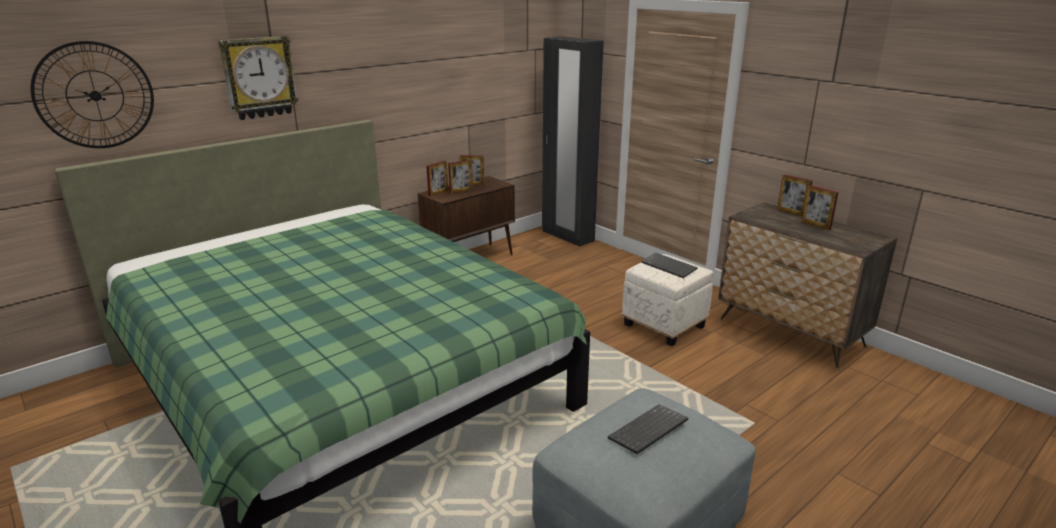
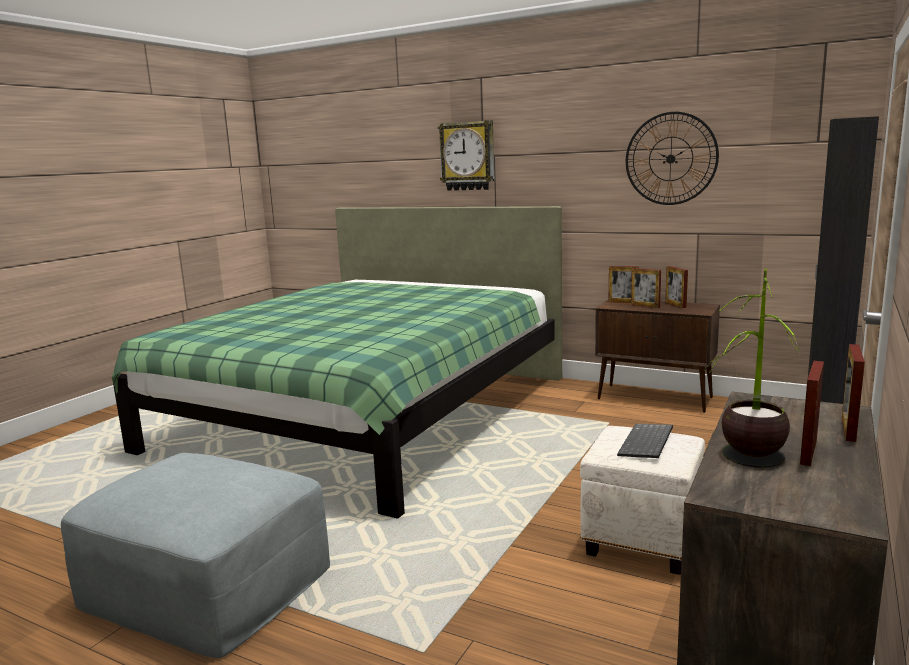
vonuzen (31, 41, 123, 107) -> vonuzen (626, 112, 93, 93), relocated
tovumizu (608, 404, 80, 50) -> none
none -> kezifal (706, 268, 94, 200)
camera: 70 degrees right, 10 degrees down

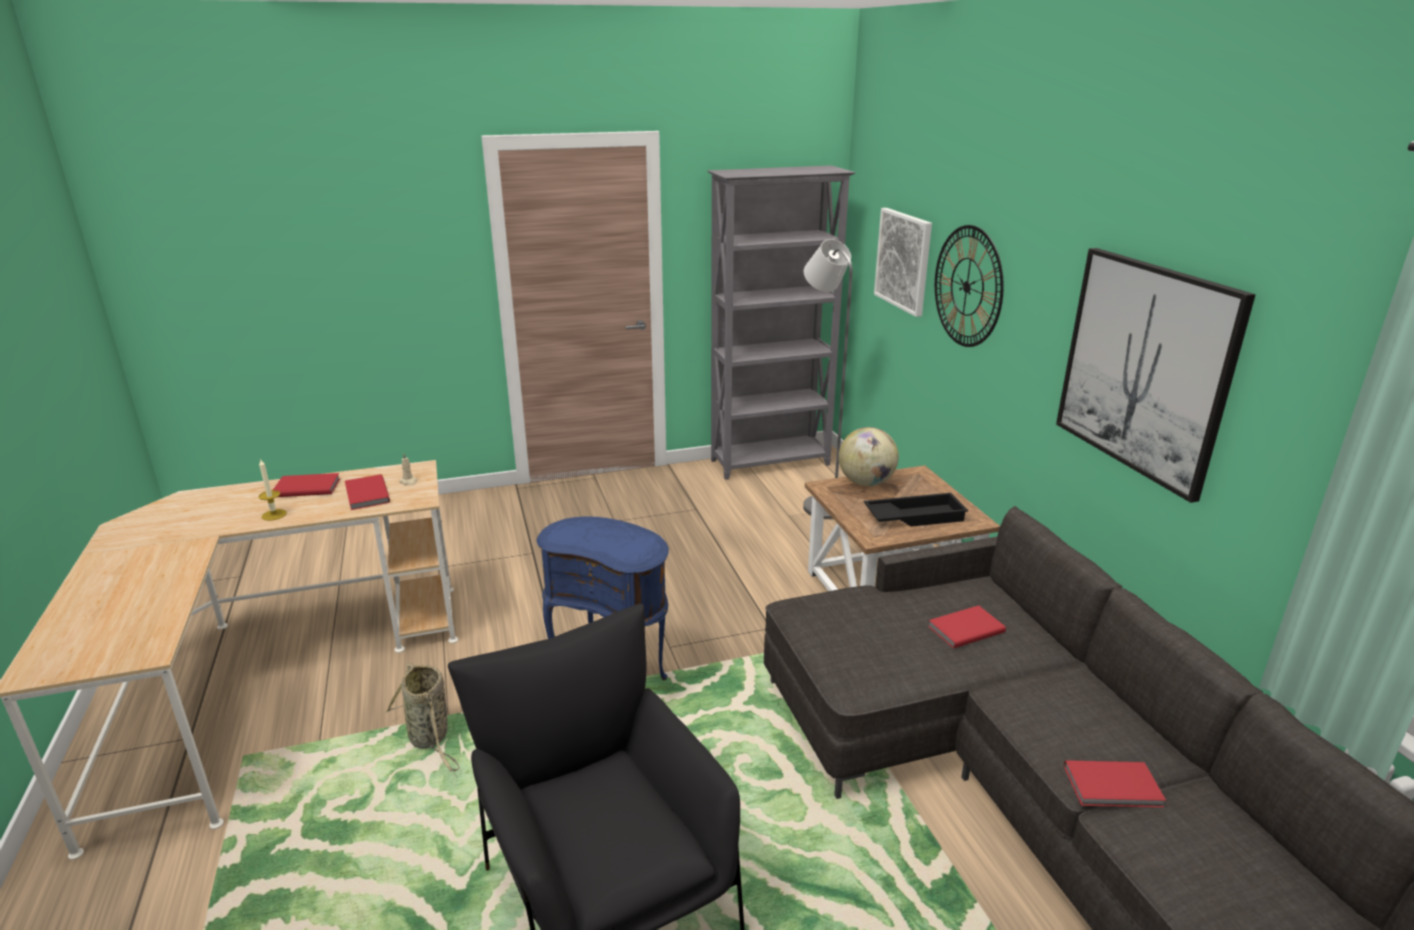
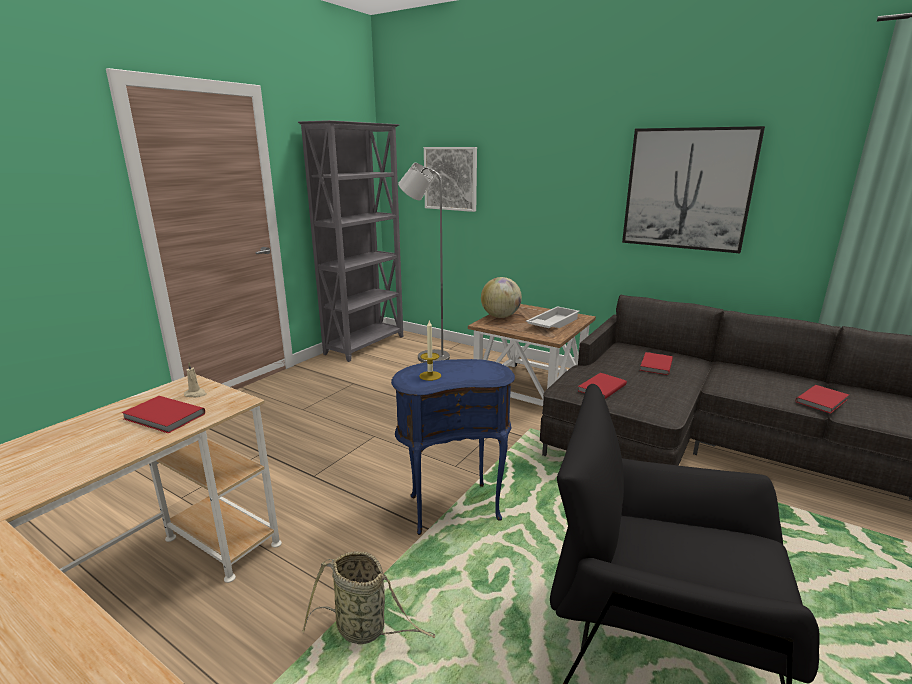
vonuzen (935, 225, 69, 122) -> none
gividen (259, 460, 28, 61) -> gividen (419, 321, 22, 60), relocated
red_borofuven (273, 473, 67, 24) -> red_borofuven (578, 373, 49, 26), relocated
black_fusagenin (864, 493, 104, 34) -> white_fusagenin (526, 306, 54, 22)
camera: 40 degrees left, 5 degrees down

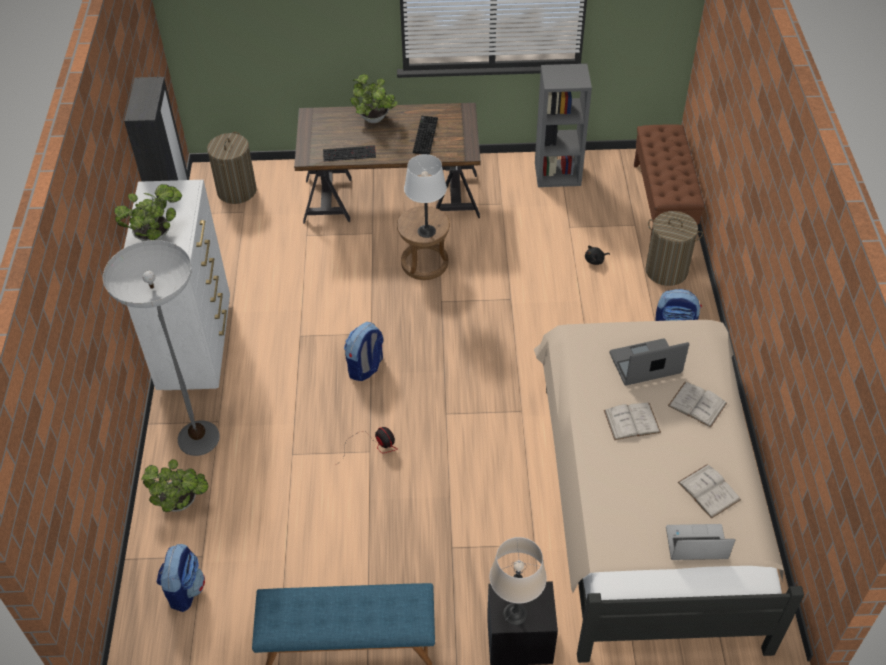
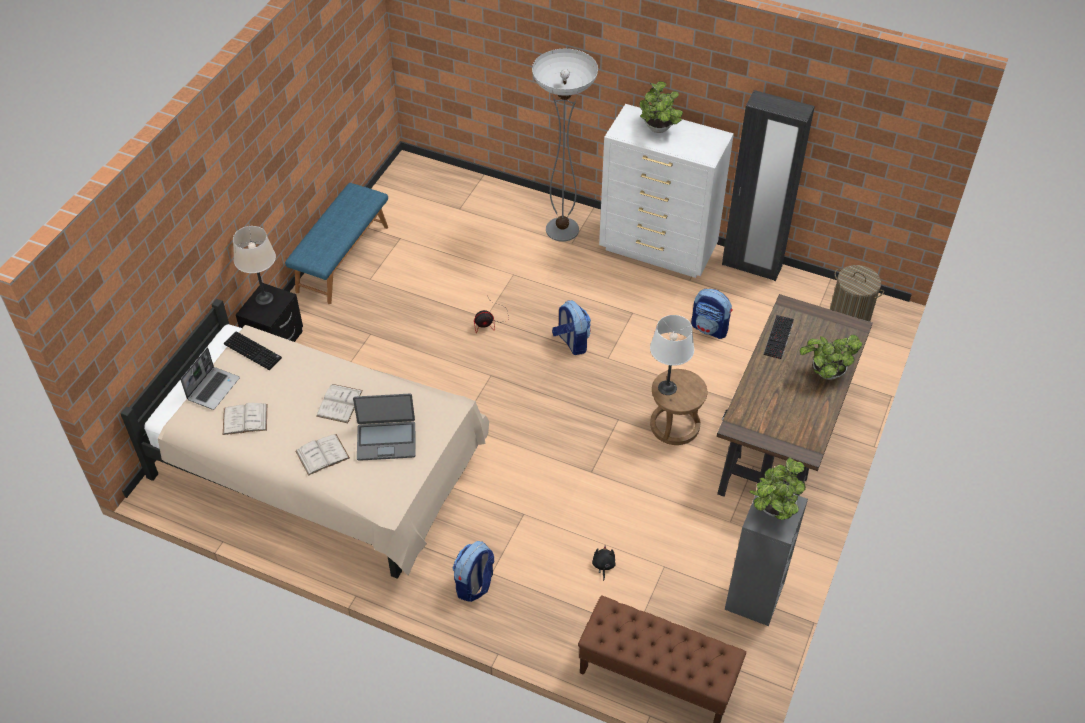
tovumizu (413, 116, 25, 39) -> tovumizu (224, 331, 58, 39), relocated
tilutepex (645, 211, 58, 75) -> none
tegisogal (609, 339, 80, 46) -> tegisogal (353, 394, 63, 67), 75 degrees clockwise
kezifal (141, 459, 67, 53) -> kezifal (749, 457, 57, 63), relocated
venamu (156, 544, 49, 68) -> venamu (691, 289, 42, 50), relocated
camera: 115 degrees right, 0 degrees up

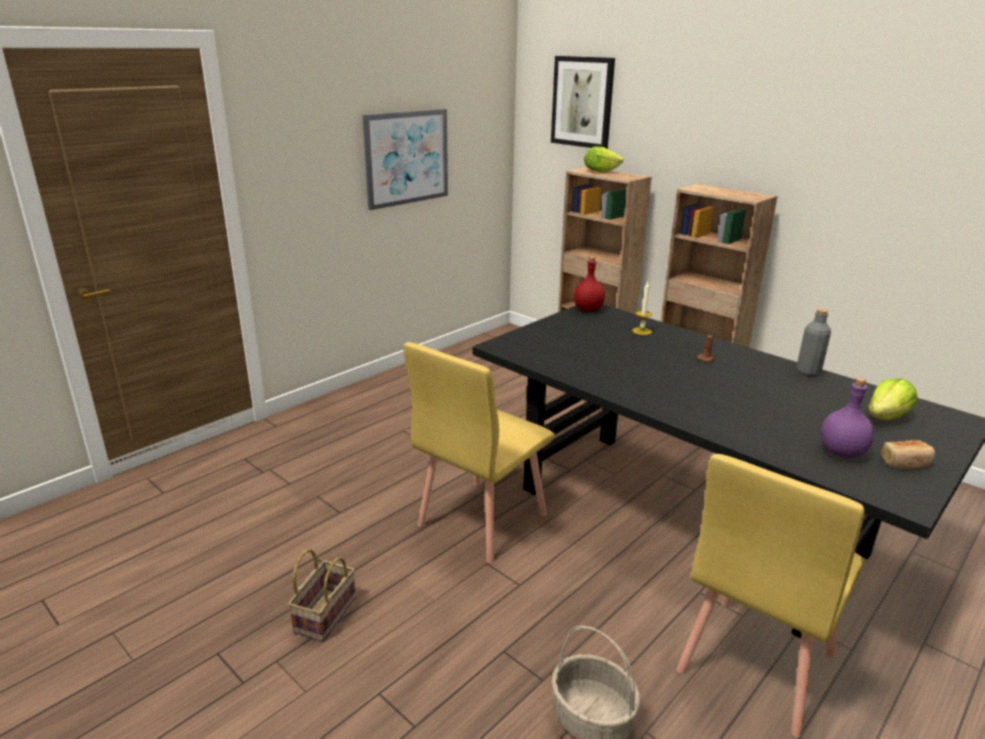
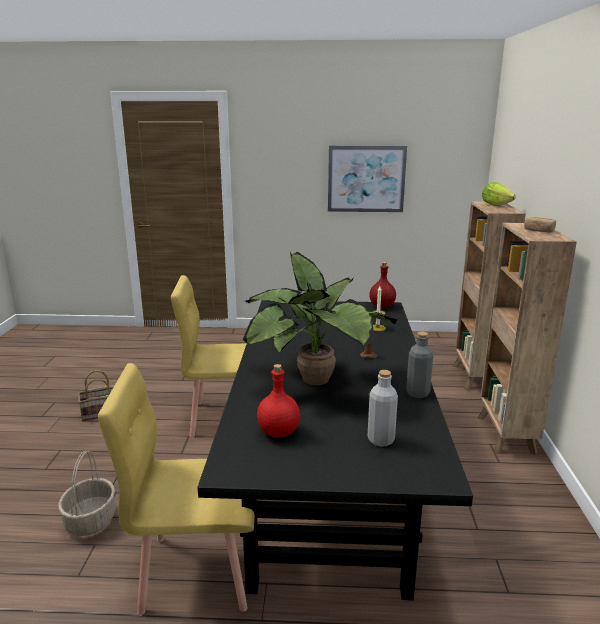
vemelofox (551, 56, 64, 93) -> none
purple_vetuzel (821, 378, 53, 80) -> red_vetuzel (257, 364, 43, 74)
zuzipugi (869, 378, 48, 42) -> grey_vetuzel (368, 370, 30, 77)
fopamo (881, 440, 54, 29) -> fopamo (524, 217, 32, 16), relocated
none -> kezifal (243, 251, 154, 134)
camera: 50 degrees right, 5 degrees down

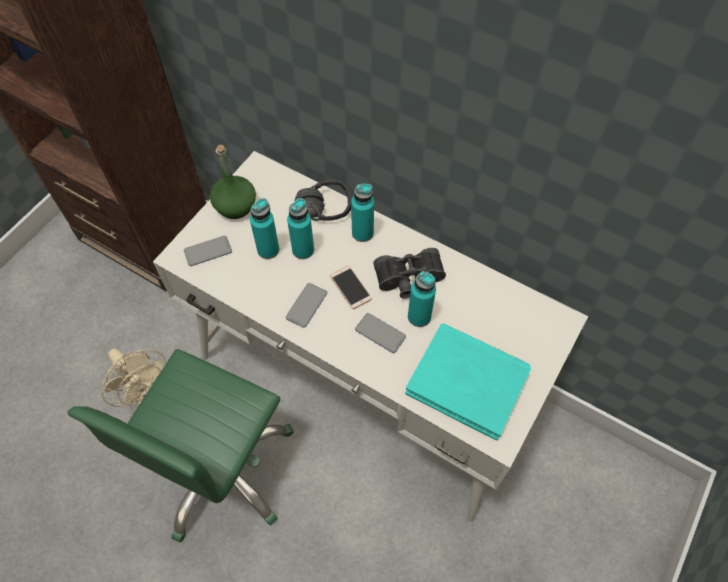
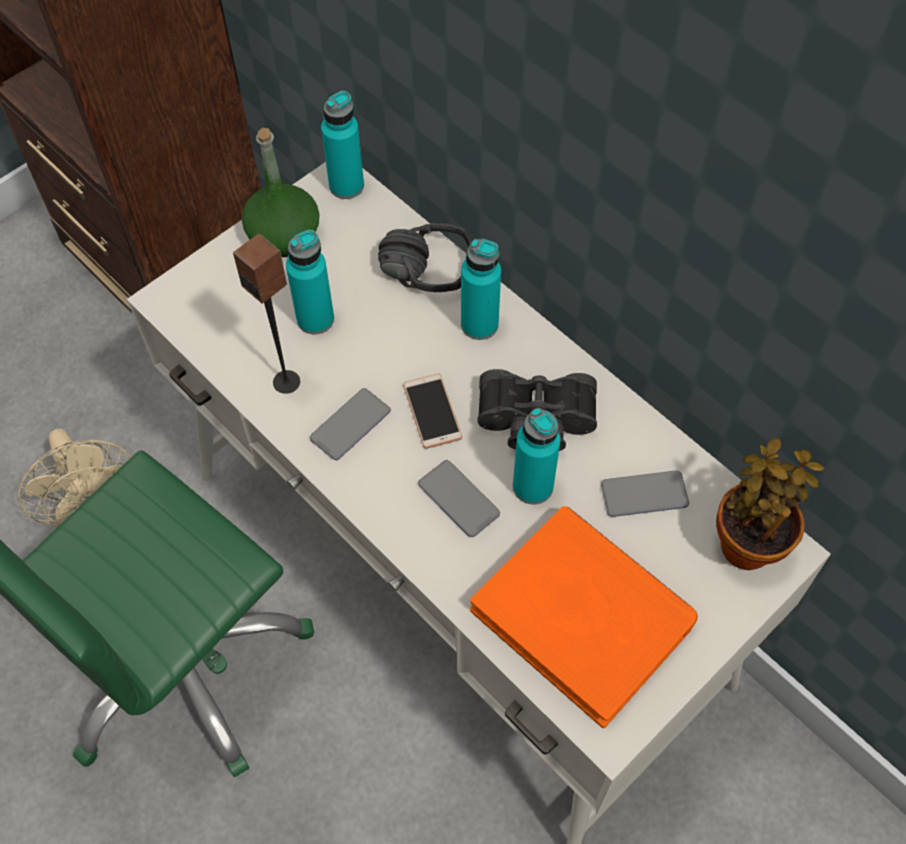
turquoise_vetuzel (287, 198, 27, 61) -> turquoise_vetuzel (321, 91, 43, 108), relocated
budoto (184, 236, 48, 30) -> budoto (601, 470, 89, 47), relocated
turquoise_borofuven (405, 323, 126, 117) -> orange_borofuven (470, 506, 228, 222)
none -> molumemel (233, 233, 67, 161)
none -> kezifal (716, 438, 108, 132)
camera: 15 degrees right, 0 degrees up

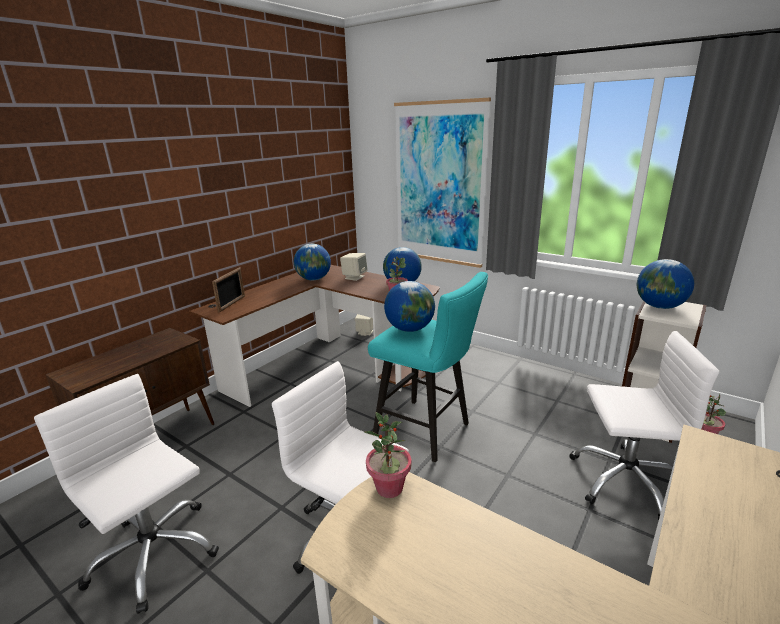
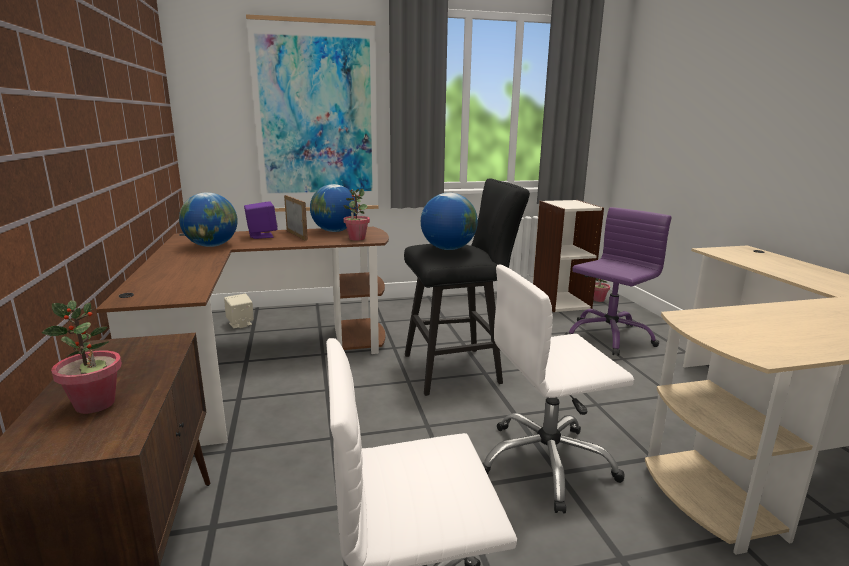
beige_molumemel (340, 253, 28, 28) -> purple_molumemel (244, 201, 34, 38)
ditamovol (637, 259, 57, 50) -> none
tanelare (212, 268, 33, 45) -> tanelare (284, 195, 24, 46), relocated
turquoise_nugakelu (368, 272, 120, 190) -> black_nugakelu (404, 179, 126, 217)
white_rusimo (570, 331, 150, 189) -> purple_rusimo (565, 207, 107, 149)
kezifal (364, 412, 48, 86) -> kezifal (41, 300, 81, 114), relocated
camera: 50 degrees left, 5 degrees down

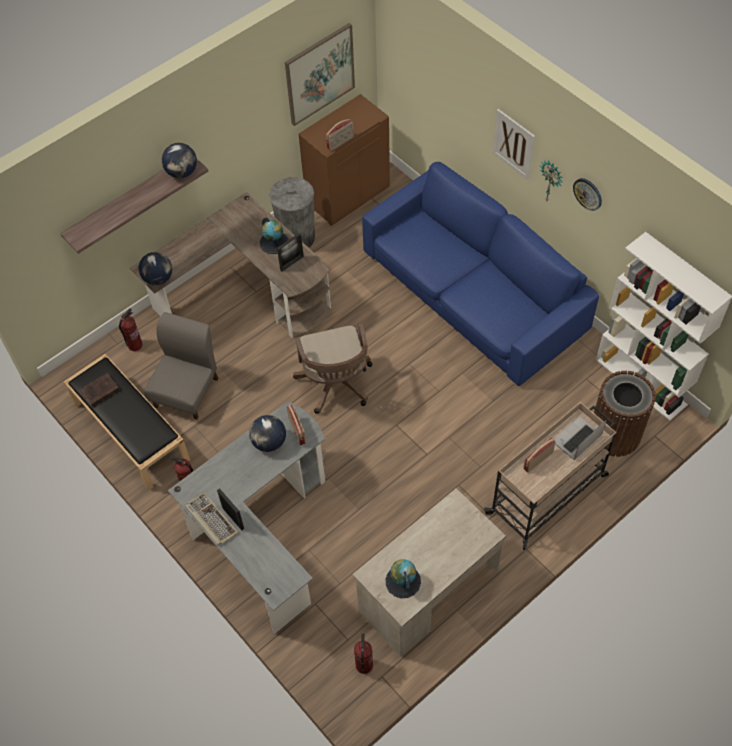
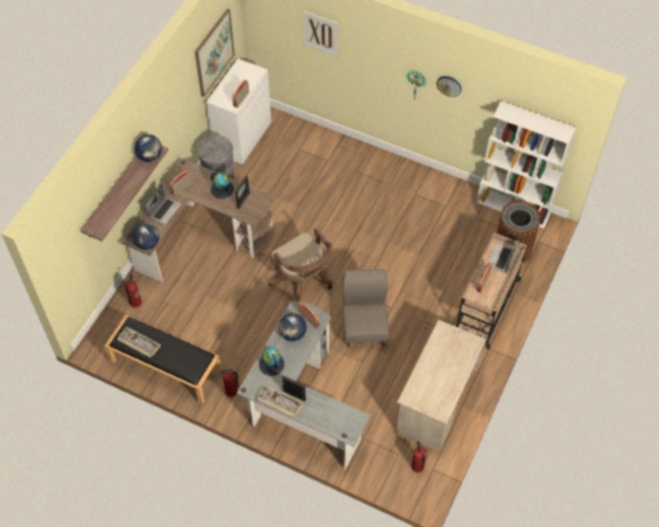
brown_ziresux (299, 94, 91, 132) -> white_ziresux (206, 59, 65, 106)
vemelofox (493, 109, 42, 71) -> vemelofox (303, 11, 35, 45), relocated
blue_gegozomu (362, 162, 237, 224) -> none
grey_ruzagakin (144, 312, 74, 108) -> grey_ruzagakin (343, 269, 46, 78), relocated
brown_borofuven (80, 373, 40, 33) -> tovumizu (117, 327, 44, 31)
ditamovol (385, 559, 36, 39) -> ditamovol (259, 347, 25, 29), relocated
none -> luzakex (169, 170, 24, 26)
none -> tegisogal (145, 184, 36, 41)
camera: 25 degrees left, 0 degrees up

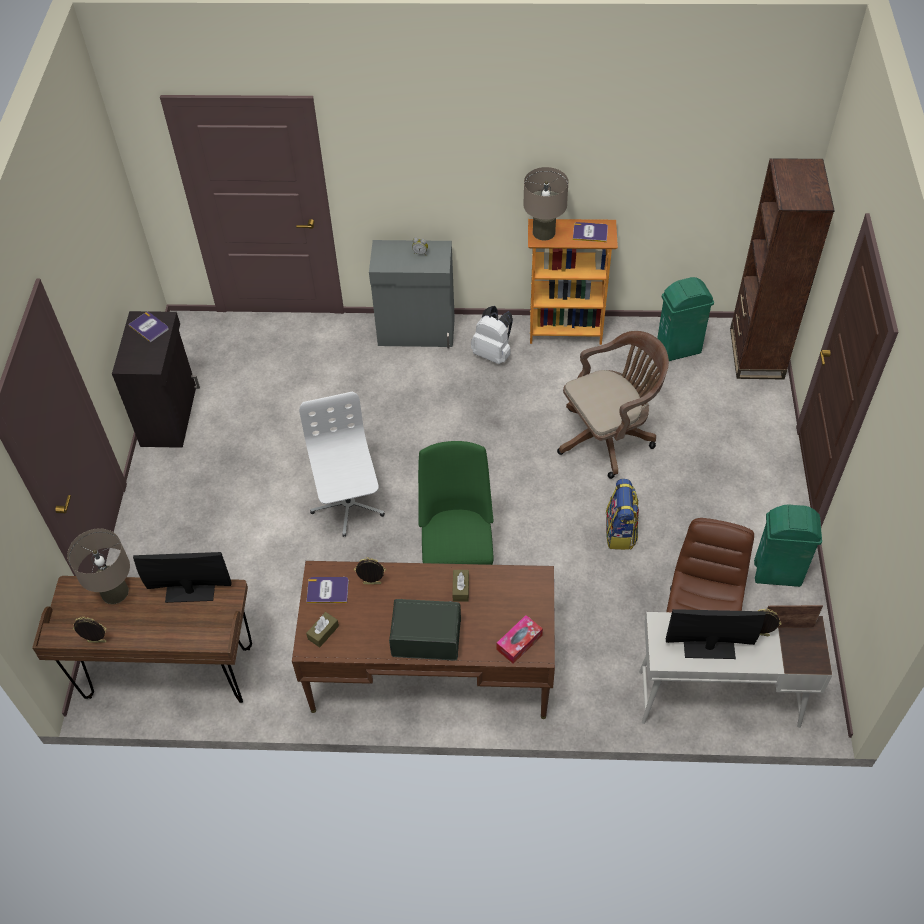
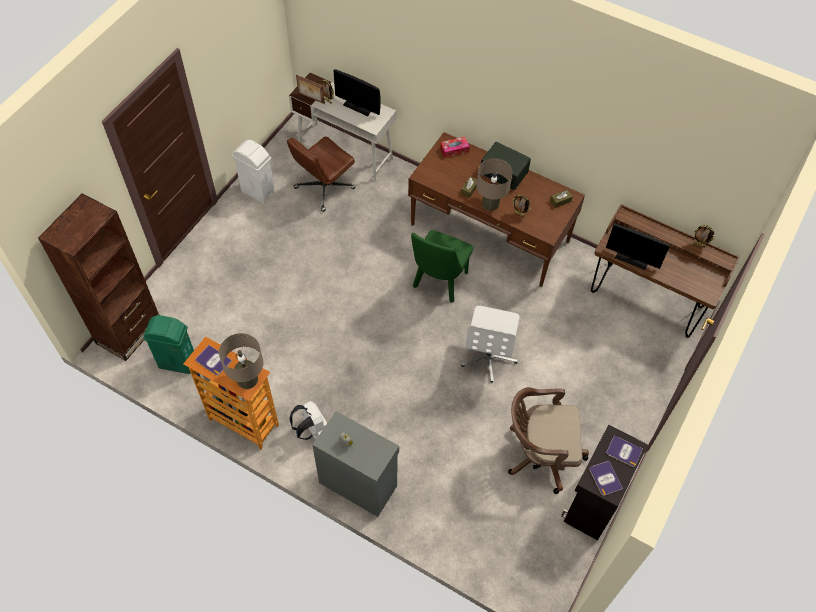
brown_rusimo (557, 331, 112, 148) -> brown_rusimo (508, 387, 81, 107), relocated
venamu (606, 479, 33, 71) -> none
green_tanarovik (754, 504, 68, 83) -> white_tanarovik (232, 140, 43, 64)
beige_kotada (67, 528, 63, 76) -> beige_kotada (476, 158, 37, 53), relocated
borofuven (307, 577, 42, 26) -> borofuven (606, 435, 37, 32), relocated
camera: 155 degrees left, 5 degrees up

